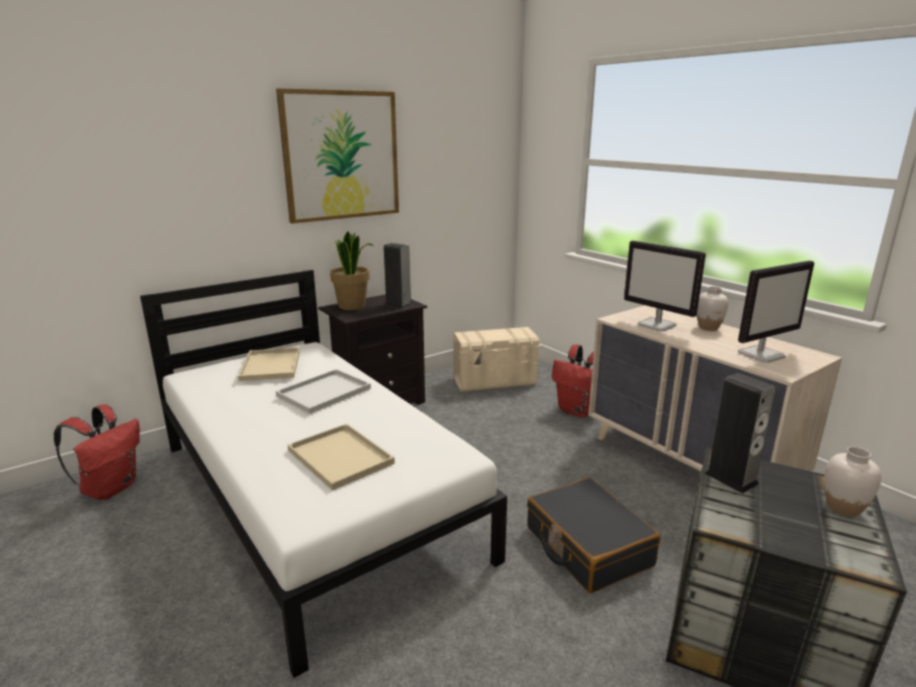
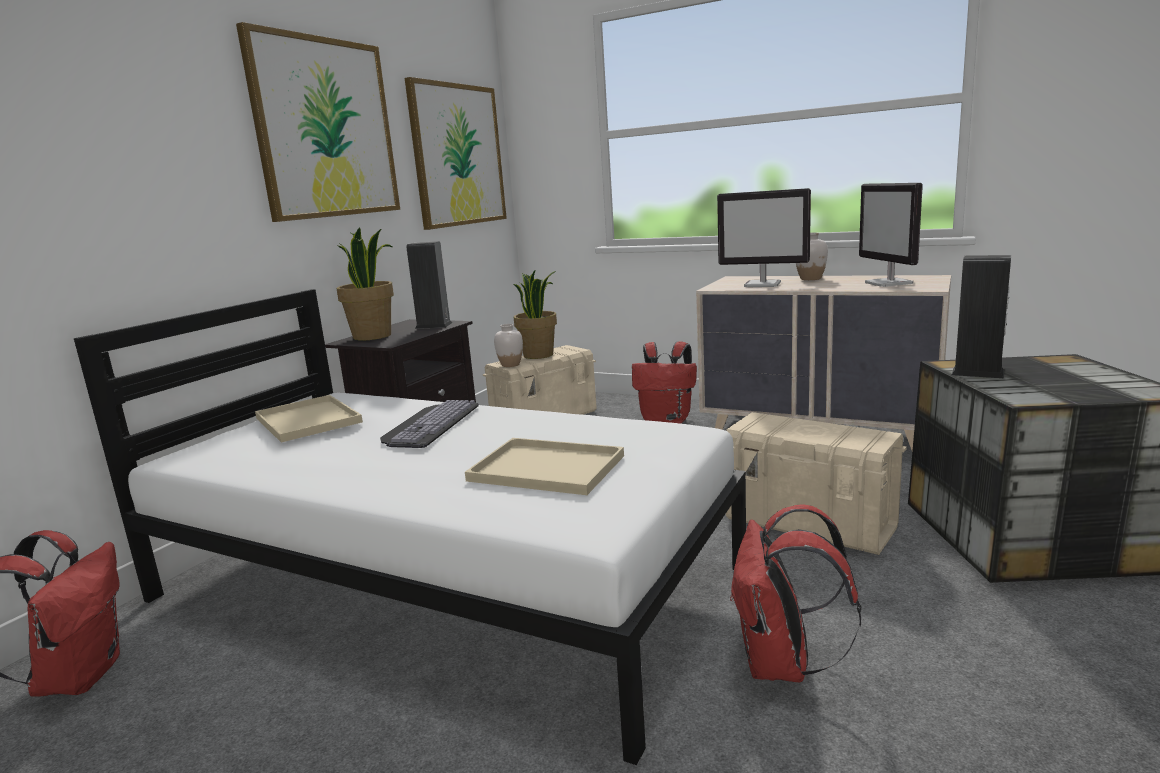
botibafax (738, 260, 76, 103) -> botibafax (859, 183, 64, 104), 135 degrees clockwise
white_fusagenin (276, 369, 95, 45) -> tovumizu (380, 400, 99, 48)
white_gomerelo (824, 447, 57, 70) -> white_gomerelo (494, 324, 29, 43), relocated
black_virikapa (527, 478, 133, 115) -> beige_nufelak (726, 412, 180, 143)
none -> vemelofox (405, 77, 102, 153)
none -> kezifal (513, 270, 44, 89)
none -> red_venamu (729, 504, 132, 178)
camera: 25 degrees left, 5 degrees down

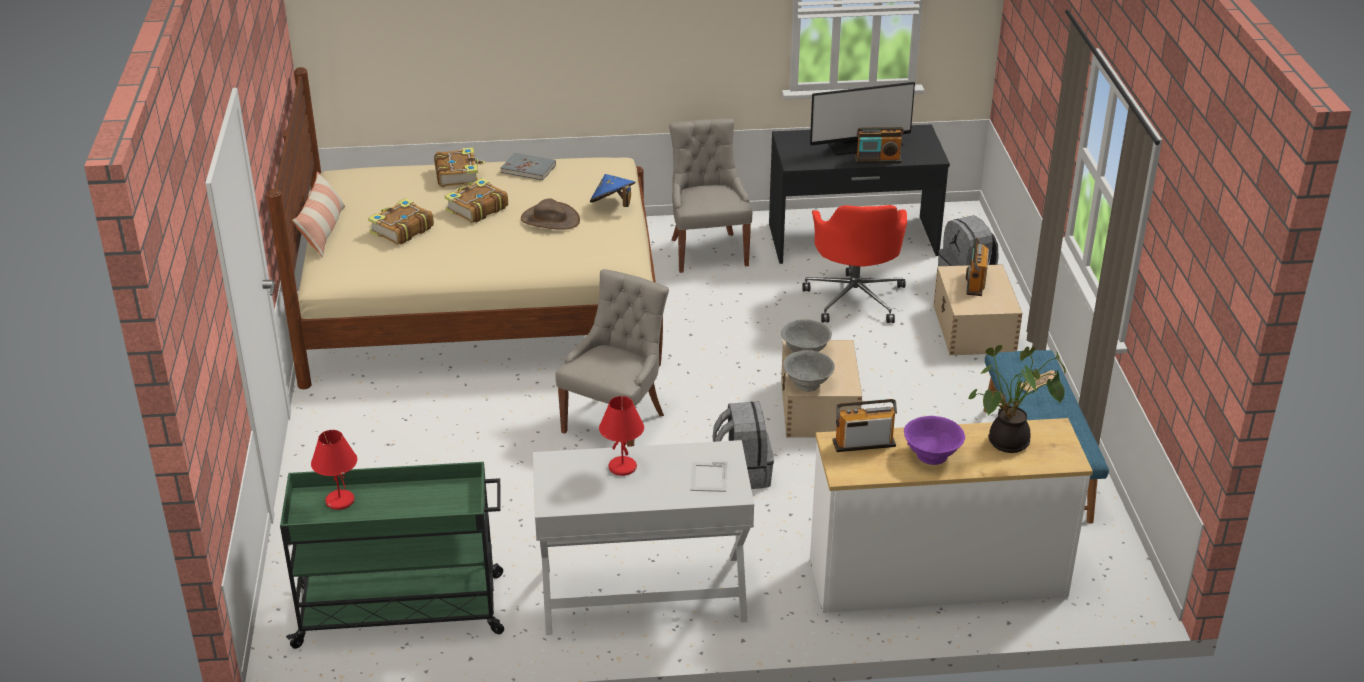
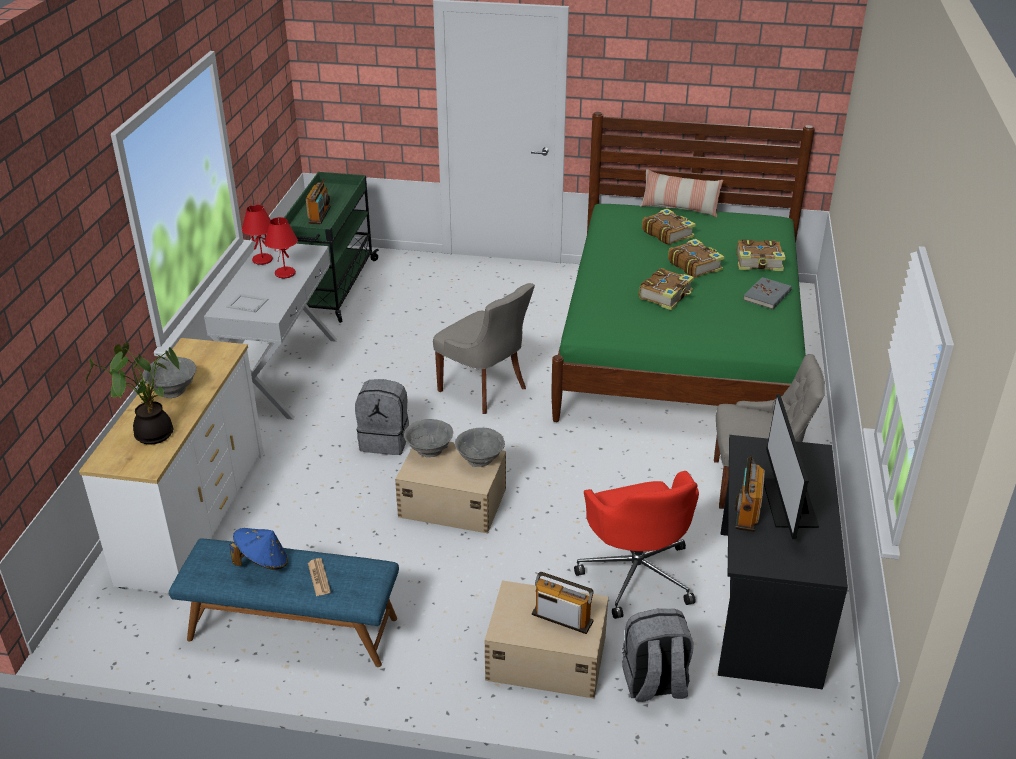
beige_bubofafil (267, 67, 396, 322) -> green_bubofafil (552, 112, 263, 310)
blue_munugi (590, 174, 45, 33) -> blue_munugi (230, 528, 58, 42), relocated
brown_munugi (521, 198, 59, 32) -> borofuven (639, 268, 55, 42)
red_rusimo (802, 205, 105, 118) -> red_rusimo (574, 471, 125, 148), 120 degrees counterclockwise
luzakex (832, 399, 65, 53) -> luzakex (306, 178, 25, 46), relocated
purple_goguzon (904, 416, 61, 49) -> grey_goguzon (142, 357, 55, 41)
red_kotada (311, 430, 46, 80) -> red_kotada (242, 205, 31, 60), relocated
camera: 105 degrees right, 0 degrees up

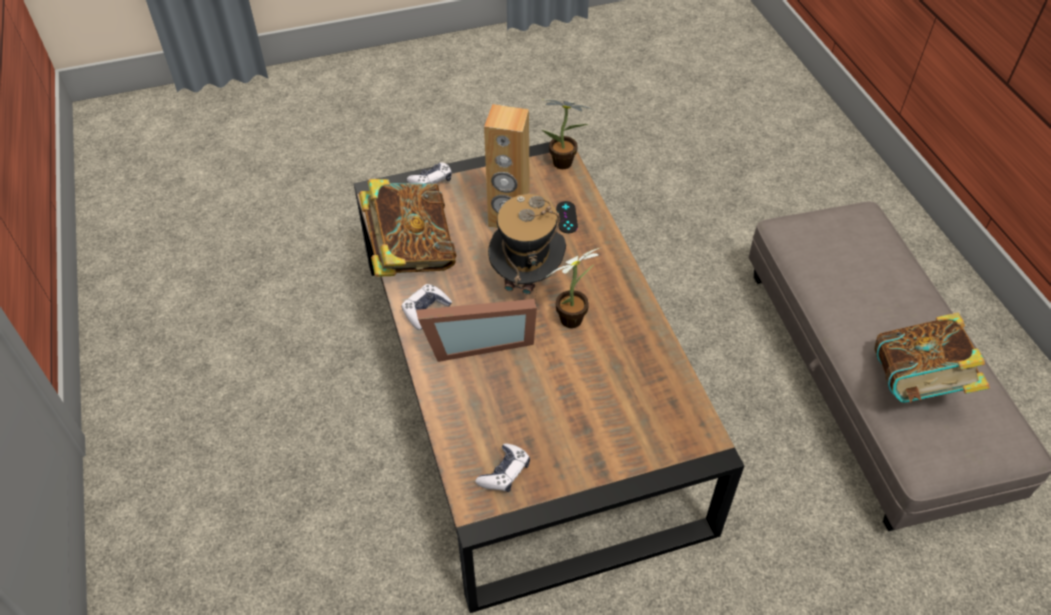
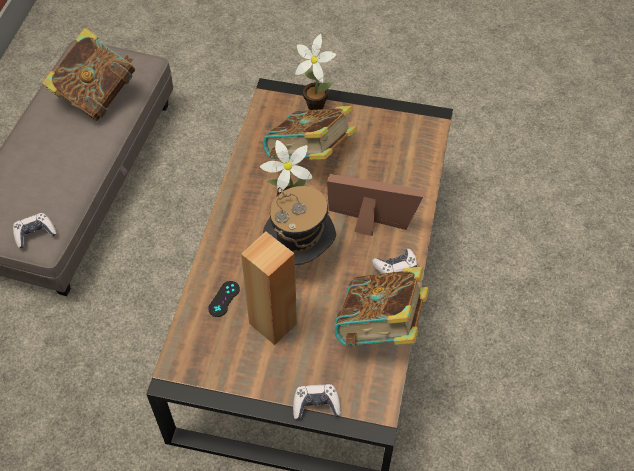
kezifal (542, 100, 52, 69) -> kezifal (295, 34, 42, 76), relocated
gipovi (476, 443, 54, 49) -> gipovi (13, 213, 44, 35), relocated
none -> borofuven (263, 106, 94, 54)
camera: 150 degrees left, 5 degrees up

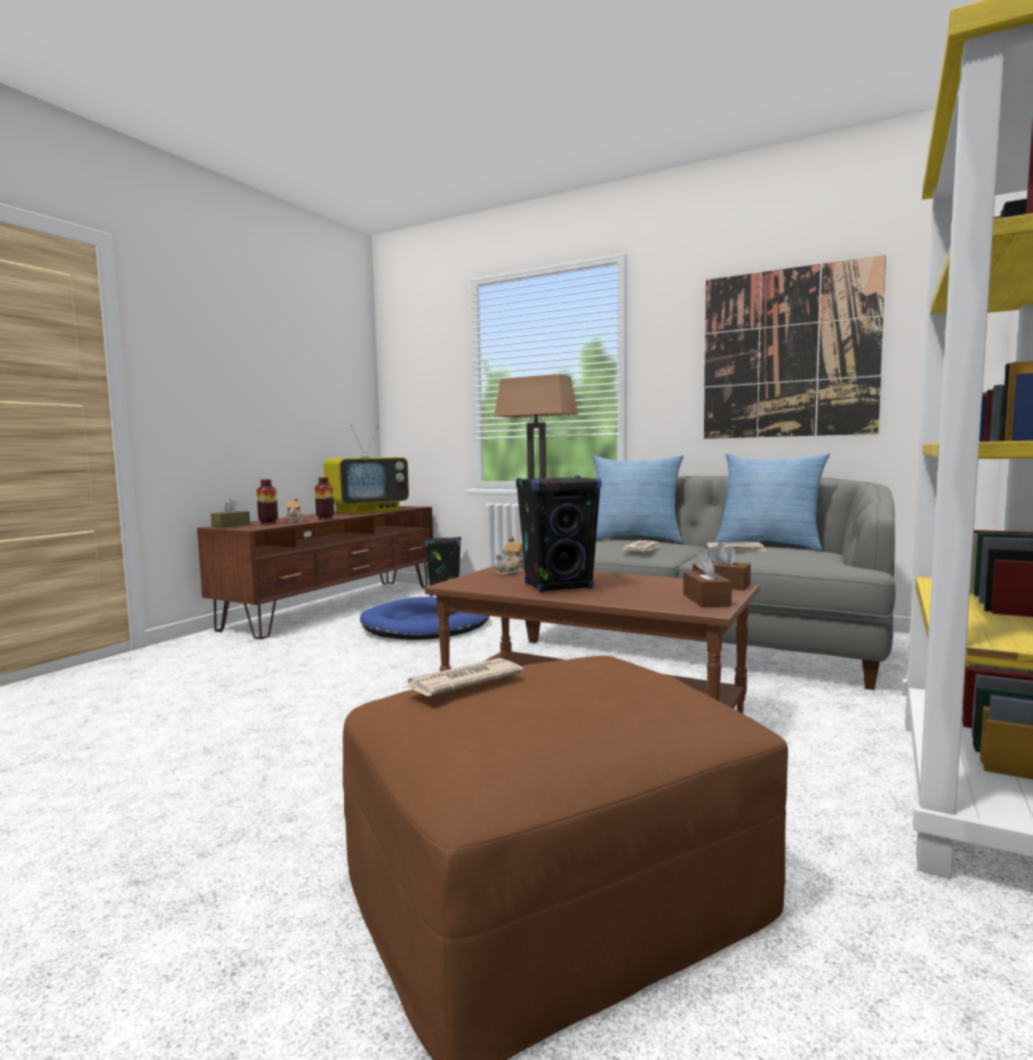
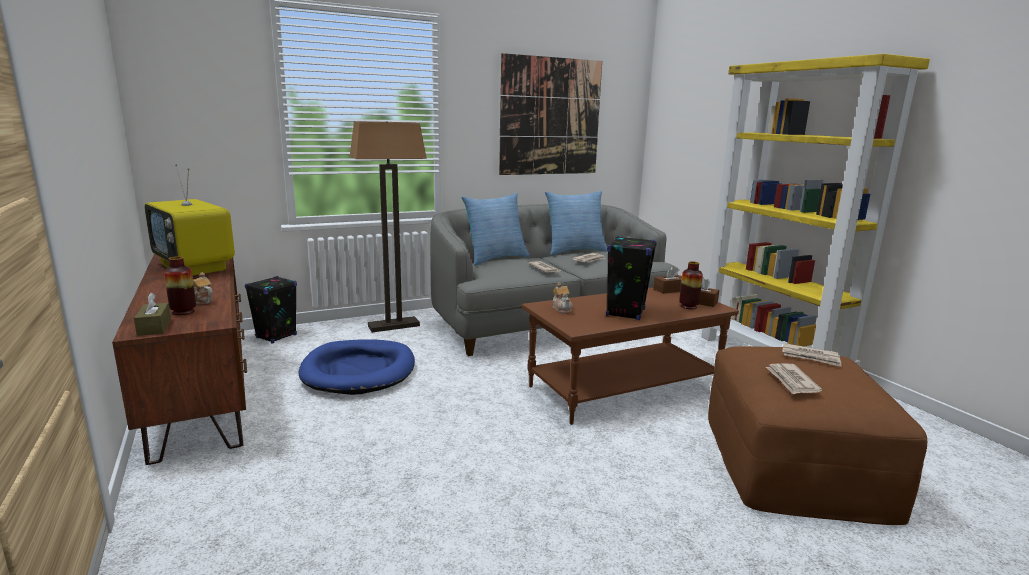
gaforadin (324, 425, 85, 89) -> gaforadin (145, 164, 90, 112), 135 degrees clockwise
gomerelo (315, 477, 19, 43) -> gomerelo (679, 261, 24, 48), relocated
none -> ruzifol (782, 343, 60, 24)
camera: 55 degrees left, 10 degrees up

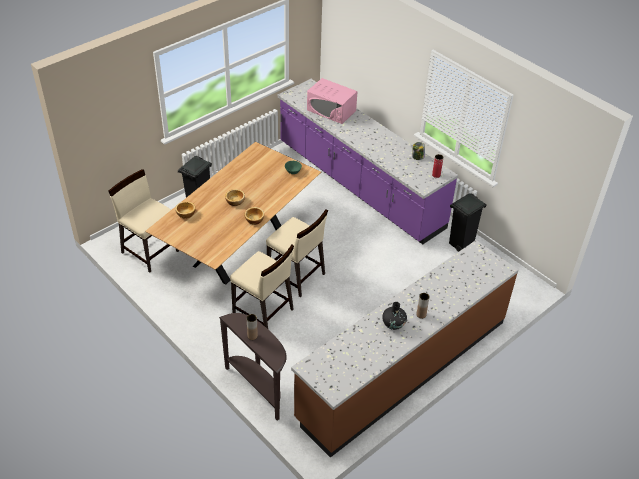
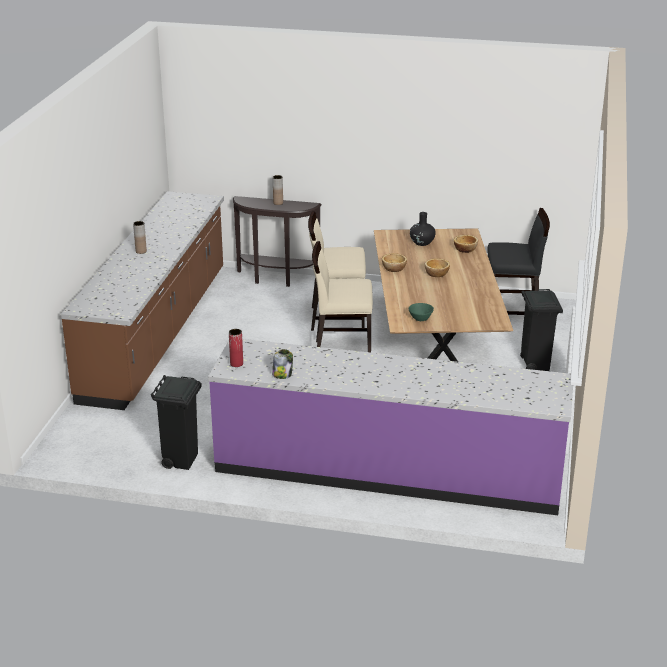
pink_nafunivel (307, 78, 50, 46) -> none
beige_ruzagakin (109, 169, 70, 104) -> black_ruzagakin (487, 208, 63, 107)
black_gomerelo (382, 302, 25, 28) -> black_gomerelo (410, 212, 26, 34), relocated
camera: 145 degrees right, 15 degrees down

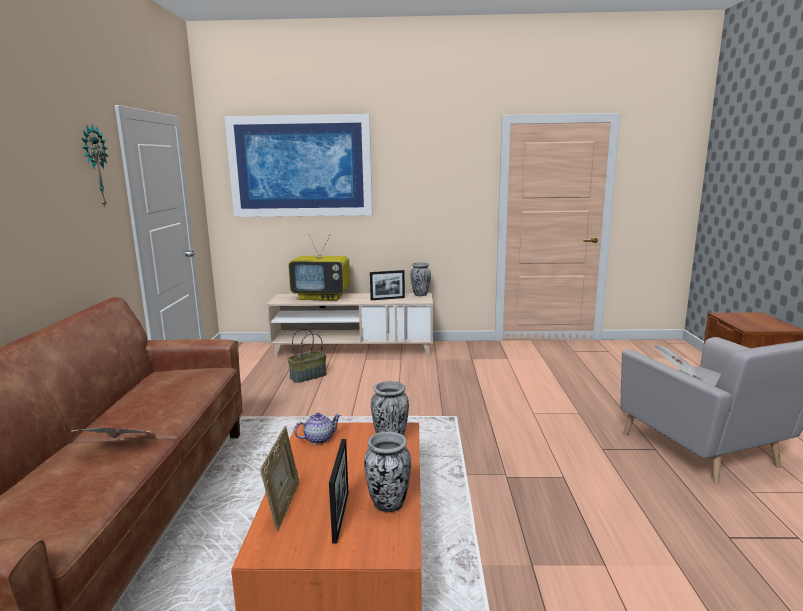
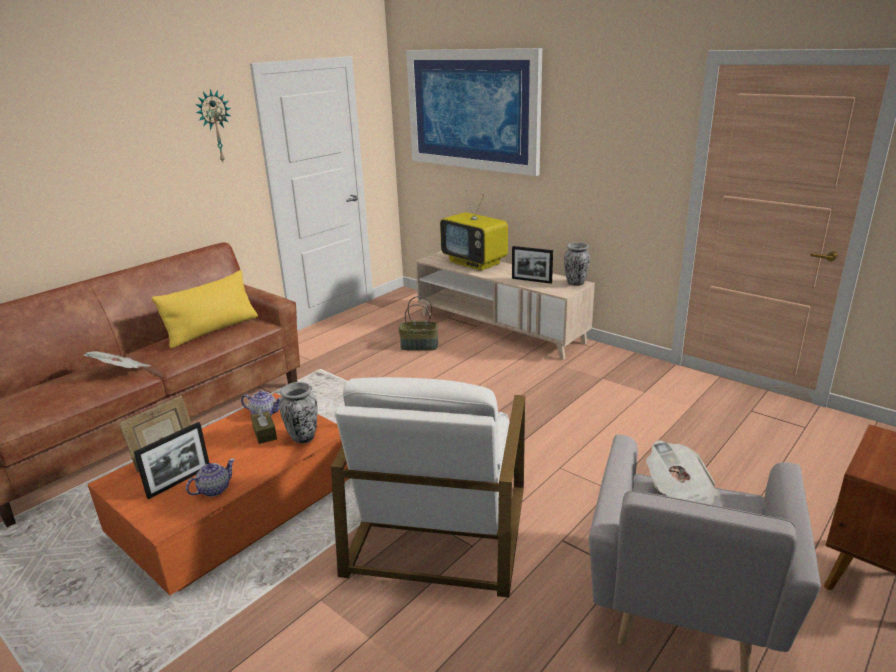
gomerelo (364, 432, 47, 80) -> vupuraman (186, 459, 49, 38)
none -> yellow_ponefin (152, 270, 106, 79)
none -> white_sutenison (331, 377, 194, 221)
none -> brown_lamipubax (251, 408, 26, 36)
camera: 40 degrees right, 10 degrees up

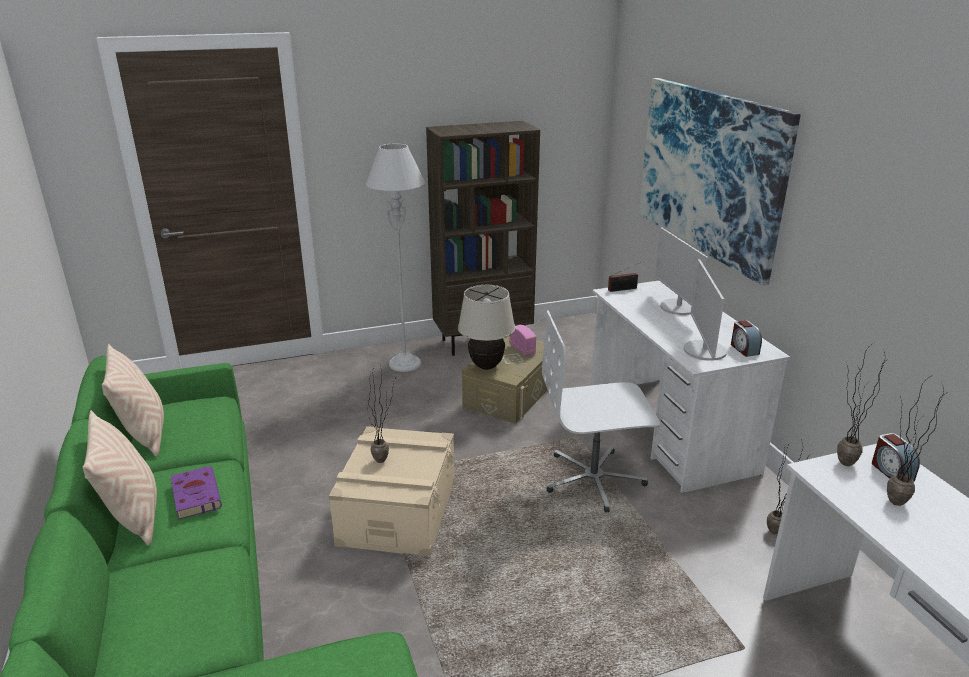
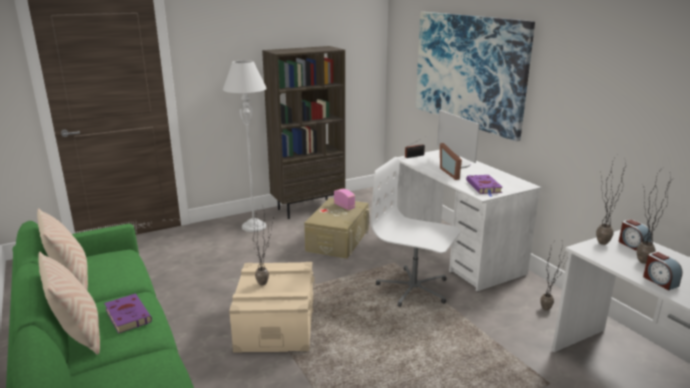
botibafax (684, 259, 43, 102) -> purple_borofuven (466, 175, 37, 22)
beige_kotada (458, 285, 57, 85) -> none
white_rusimo (542, 311, 118, 201) -> white_rusimo (371, 157, 90, 150), 45 degrees clockwise
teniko (731, 320, 31, 37) -> teniko (643, 252, 40, 38), relocated
none -> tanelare (440, 143, 22, 37)
camera: 10 degrees left, 5 degrees down

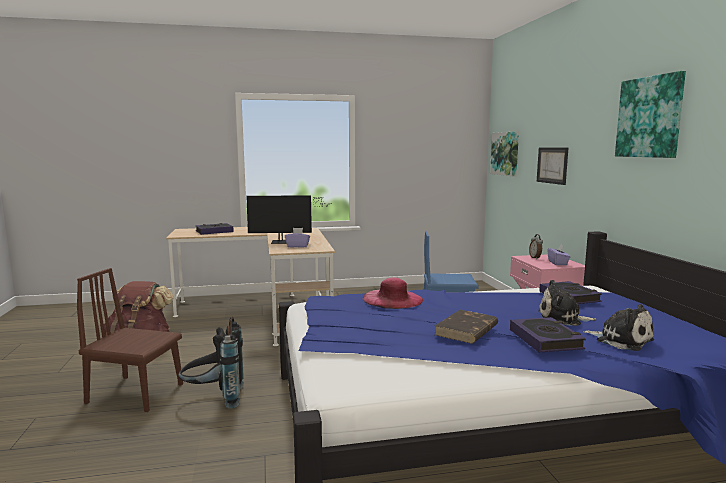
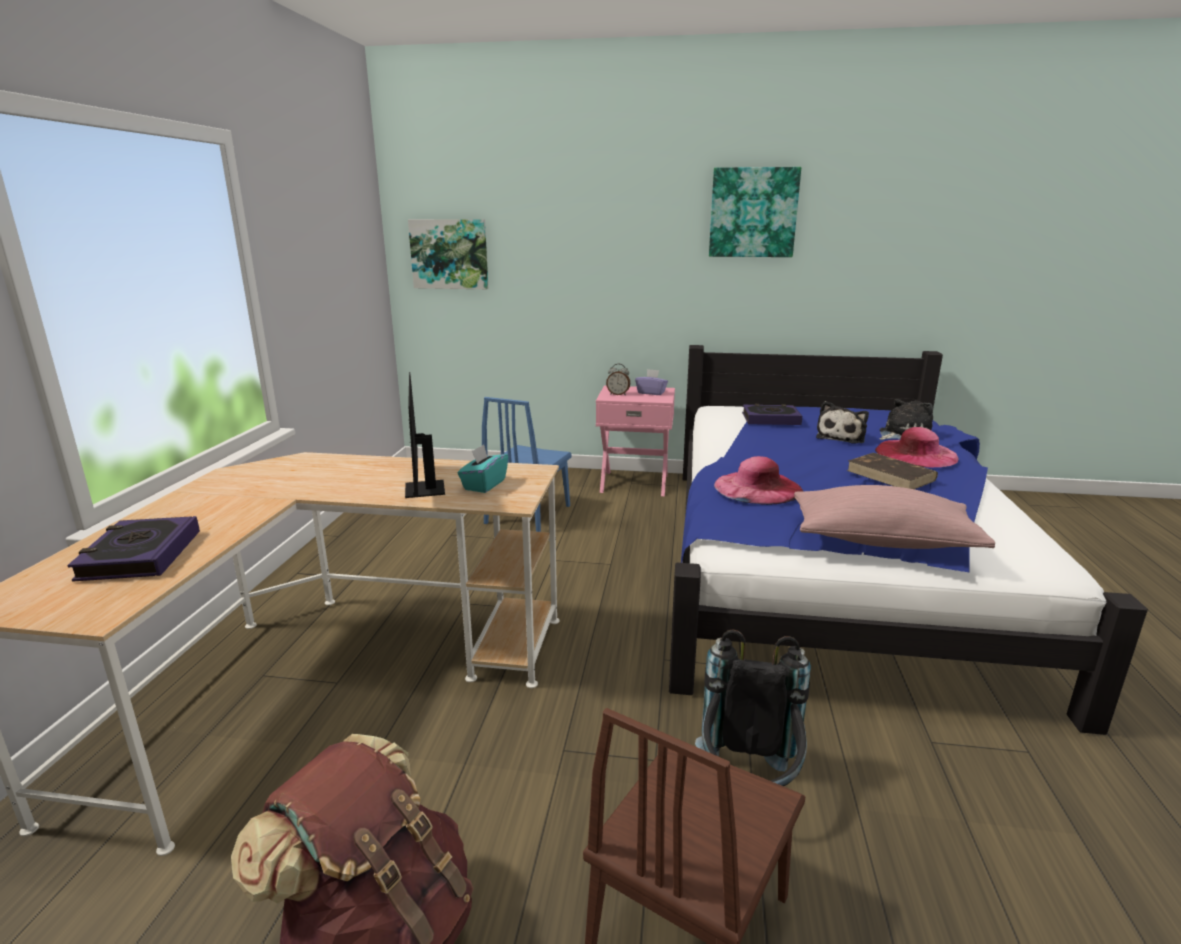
vemelofox (537, 148, 31, 37) -> none
botibafax (246, 195, 85, 49) -> botibafax (405, 372, 40, 126), 150 degrees clockwise
purple_lamipubax (285, 228, 25, 19) -> turquoise_lamipubax (458, 444, 50, 49)
borofuven (510, 317, 76, 35) -> pink_munugi (875, 427, 84, 41)
none -> pink_ponefin (794, 485, 201, 64)
camera: 70 degrees left, 10 degrees up

